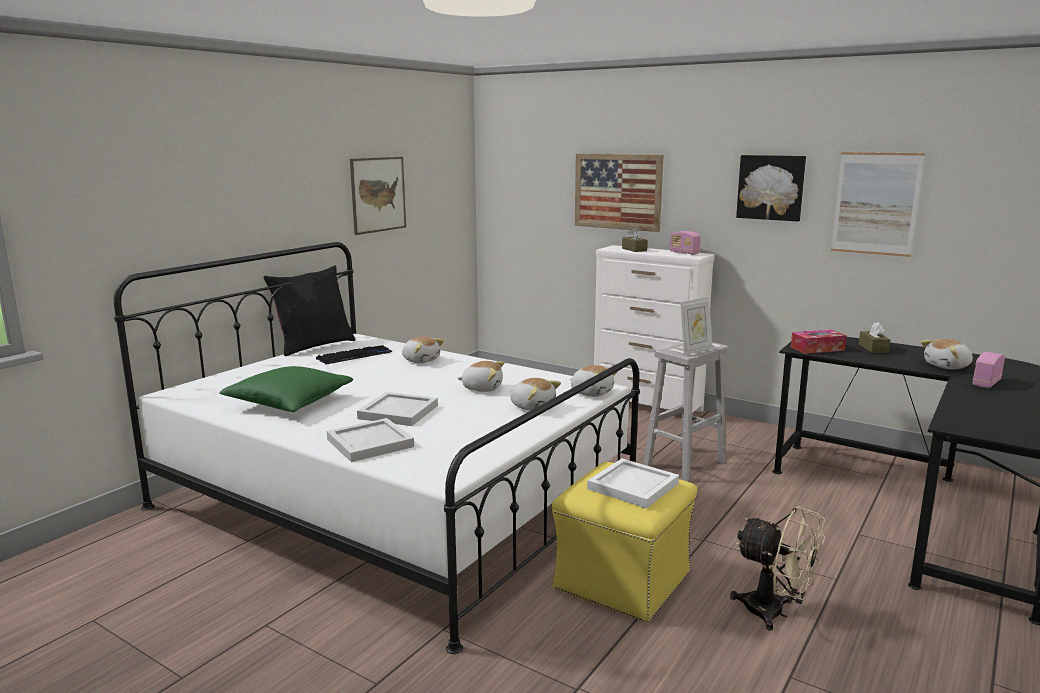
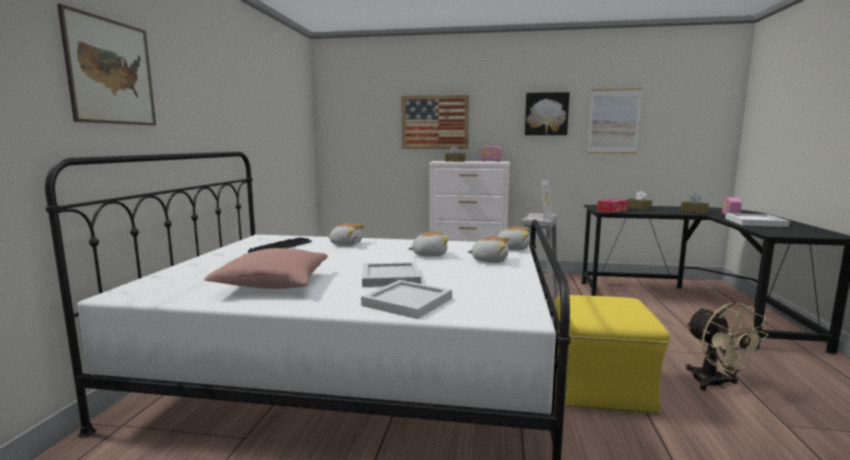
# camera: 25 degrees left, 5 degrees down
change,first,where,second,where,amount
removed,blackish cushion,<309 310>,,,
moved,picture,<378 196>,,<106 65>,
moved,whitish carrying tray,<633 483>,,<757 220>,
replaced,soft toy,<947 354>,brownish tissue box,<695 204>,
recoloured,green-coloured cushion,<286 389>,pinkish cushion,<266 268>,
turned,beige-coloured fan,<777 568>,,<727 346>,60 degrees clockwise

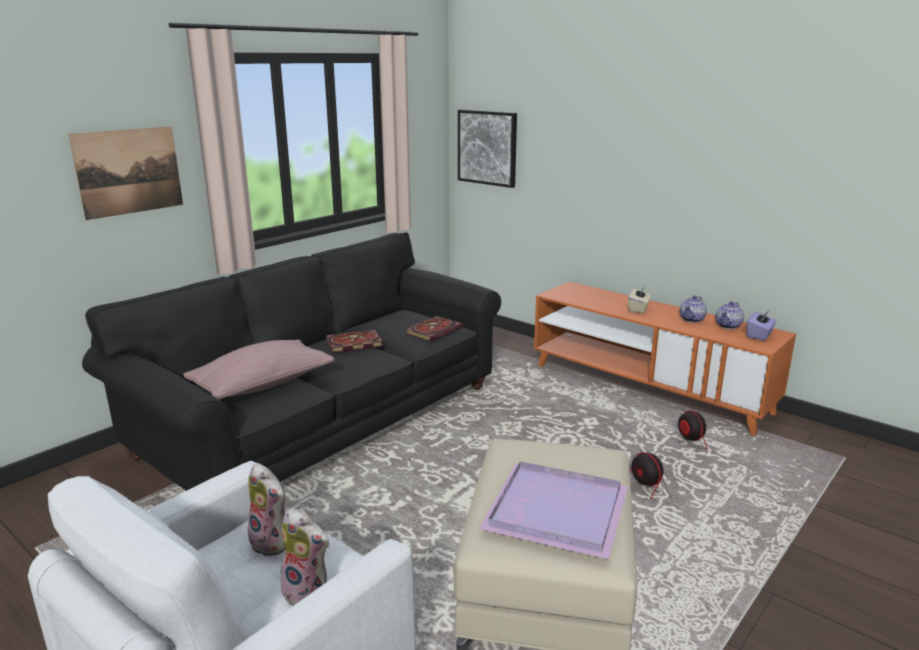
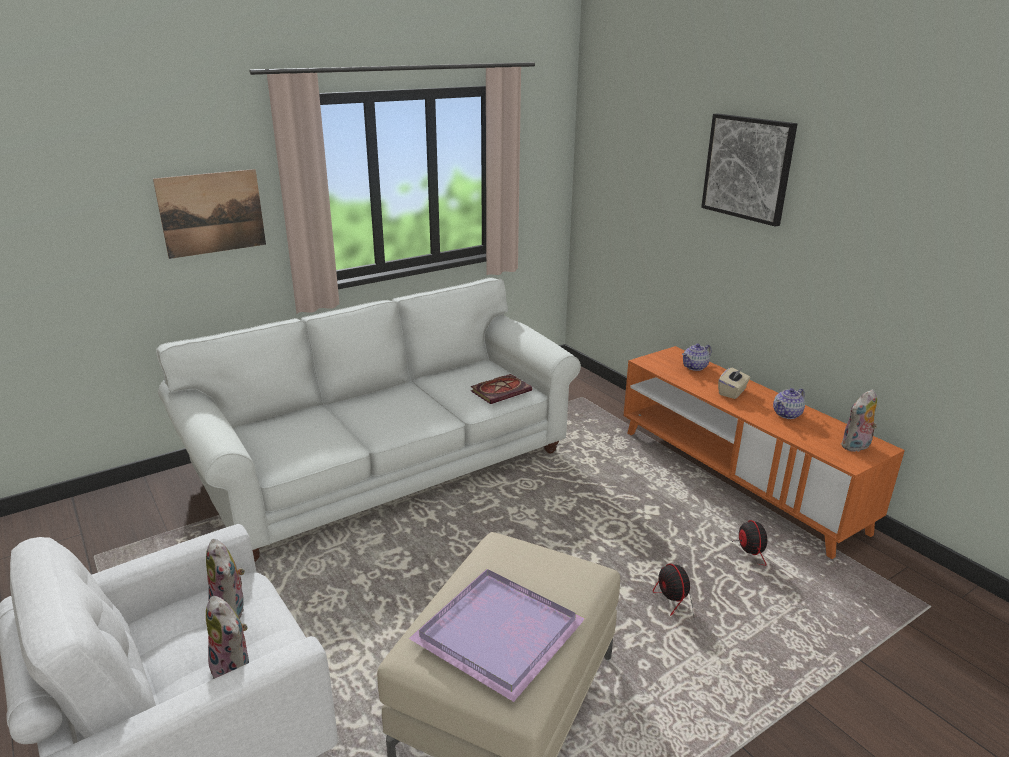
# camera: 15 degrees right, 5 degrees up
change,first,where,second,where,amount
removed,pinkish cushion,<259 369>,,,
removed,book,<354 341>,,,
moved,picture,<487 149>,,<749 170>,
moved,tea pot,<729 315>,,<697 357>,
replaced,purple tissue box,<762 326>,soft toy,<859 420>,
recoloured,blackish settee,<291 361>,whitish settee,<368 419>,

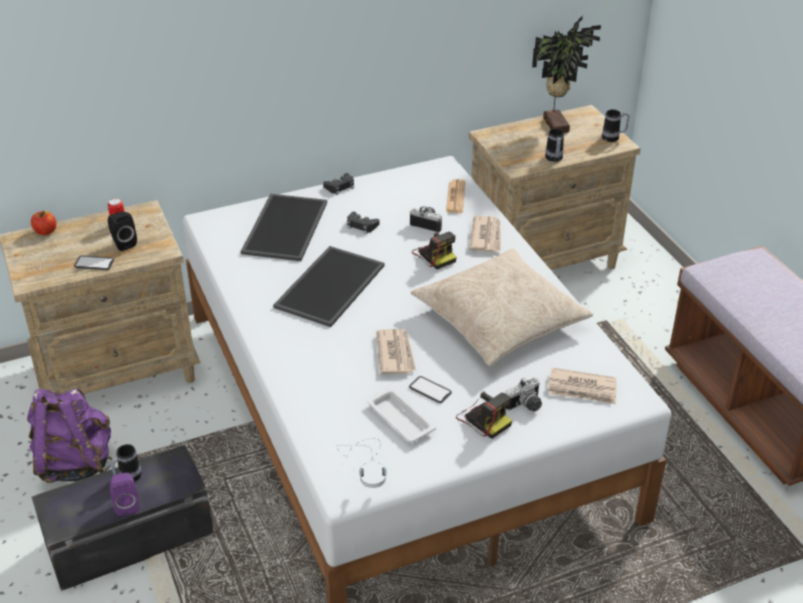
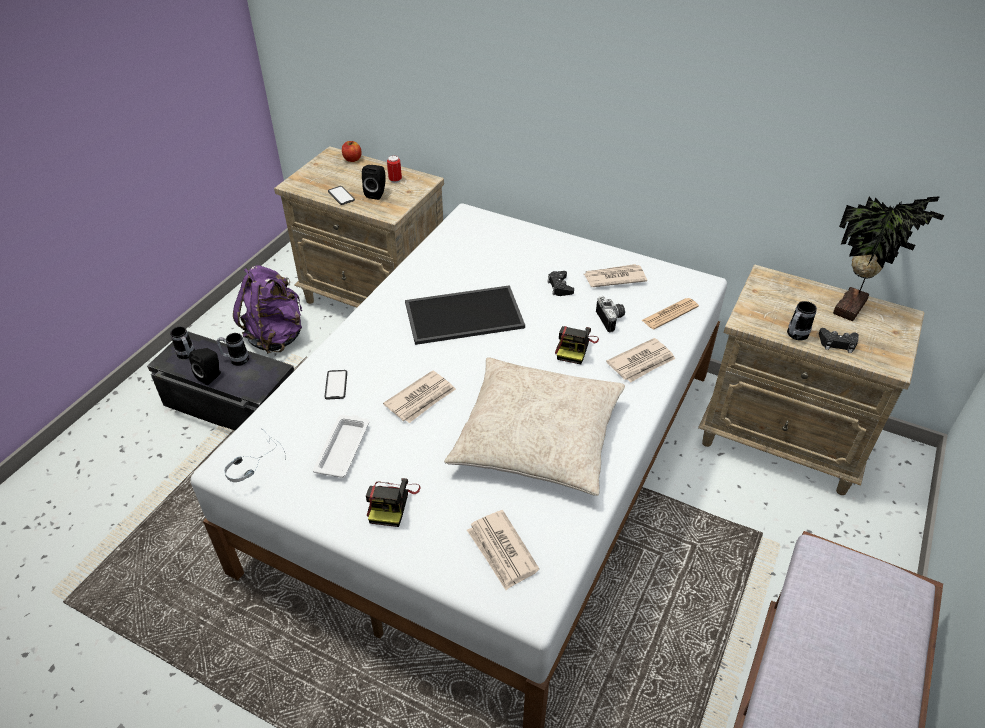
# camera: 50 degrees right, 5 degrees up
change,first,where,second,where,amount
removed,carrying tray,<284 227>,,,
removed,still camera,<523 394>,,,
added,,,daily paper,<615 275>,
moved,blackish joypad,<338 184>,,<839 340>,
moved,telephone,<430 389>,,<335 384>,
moved,coffee mug,<616 125>,,<182 343>,
recoloured,purple speaker,<124 494>,blackish speaker,<205 366>,

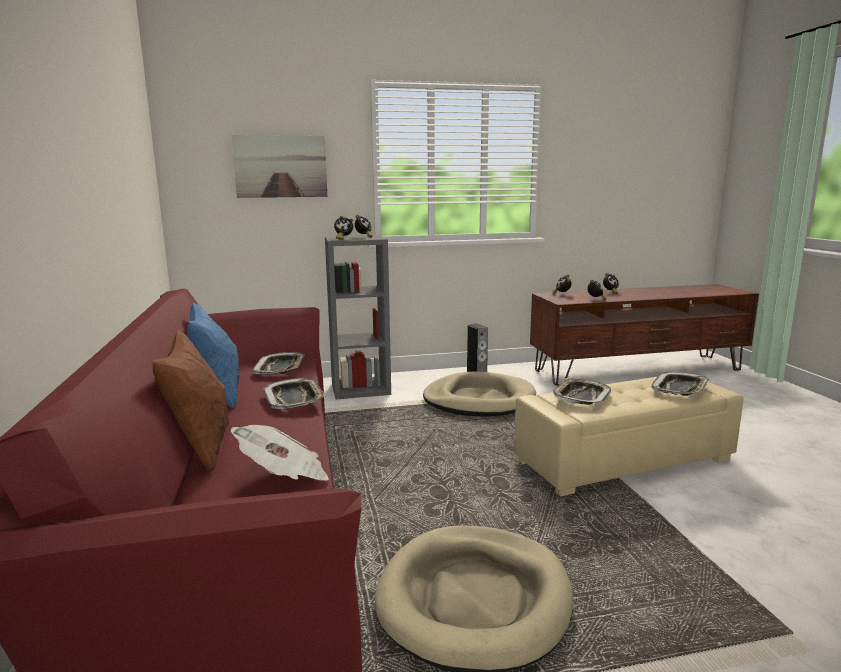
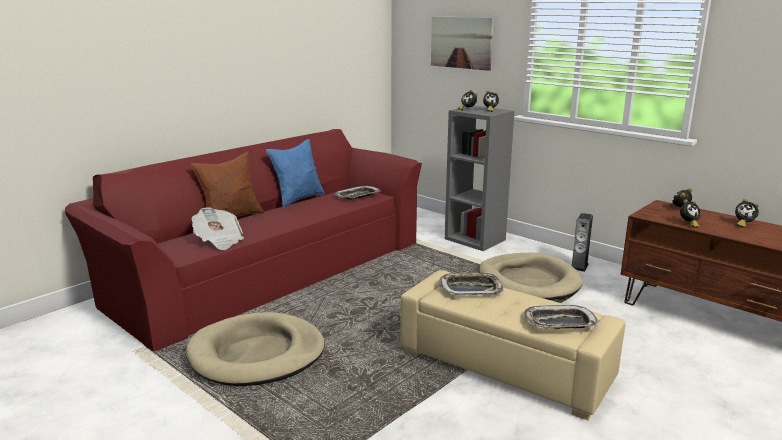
# camera: 55 degrees right, 5 degrees up
change,first,where,second,where,amount
removed,carrying tray,<294 393>,,,

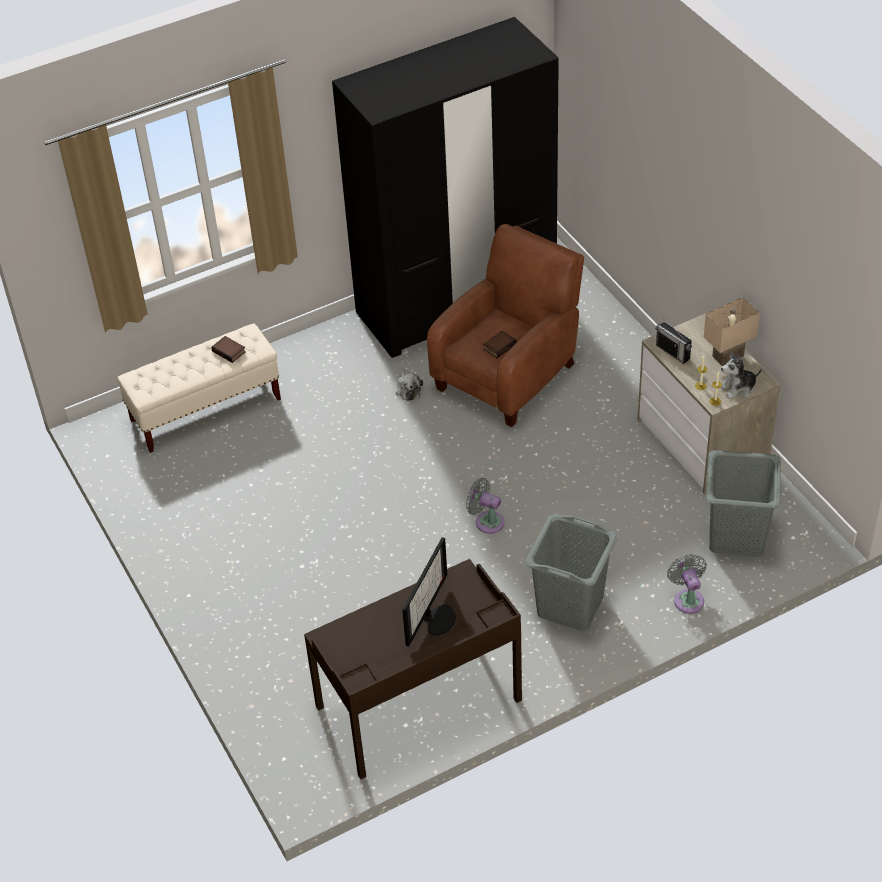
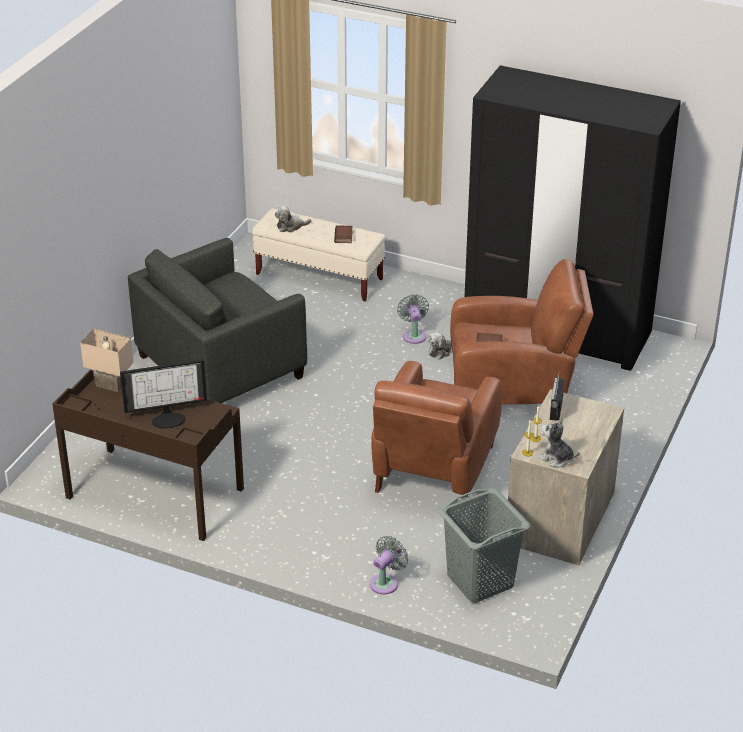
# camera: 50 degrees right, 10 degrees down
change,first,where,second,where,amount
removed,greyish washing basket,<571 572>,,,
added,,,greyish easy chair,<217 320>,
added,,,soft toy,<293 218>,
added,,,brownish easy chair,<436 430>,
moved,greyish fan,<485 506>,,<413 319>,
moved,beige-coloured tabletop lamp,<732 331>,,<107 360>,

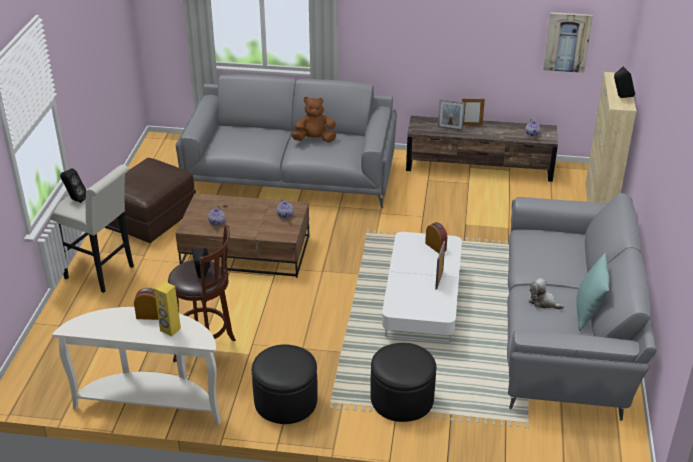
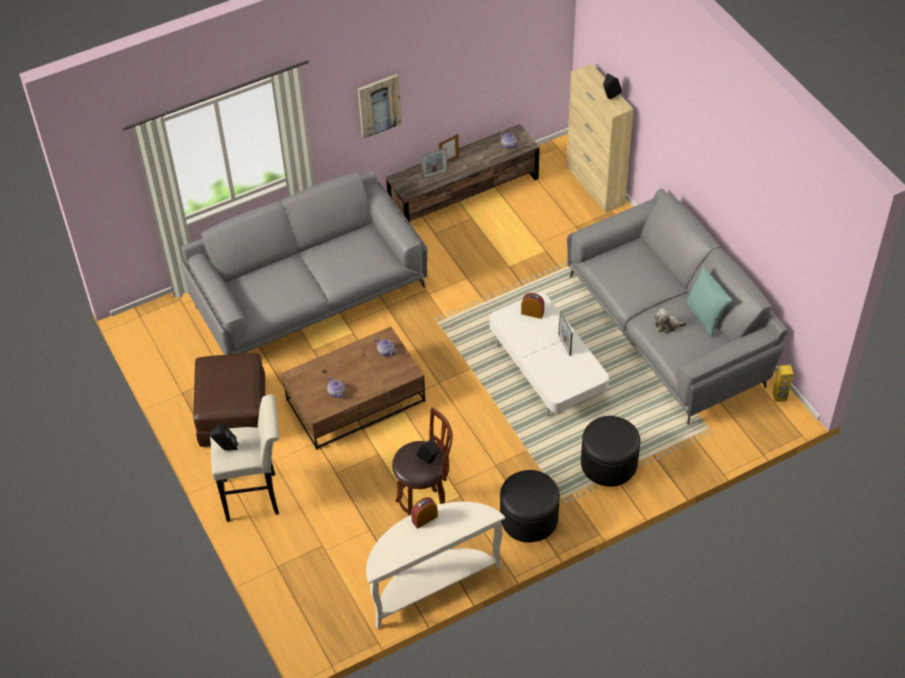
# camera: 35 degrees left, 15 degrees up
change,first,where,second,where,amount
removed,brownish soft toy,<313 119>,,,
moved,yellow-coloured speaker,<167 308>,,<783 383>,
moved,picture,<568 42>,,<379 106>,

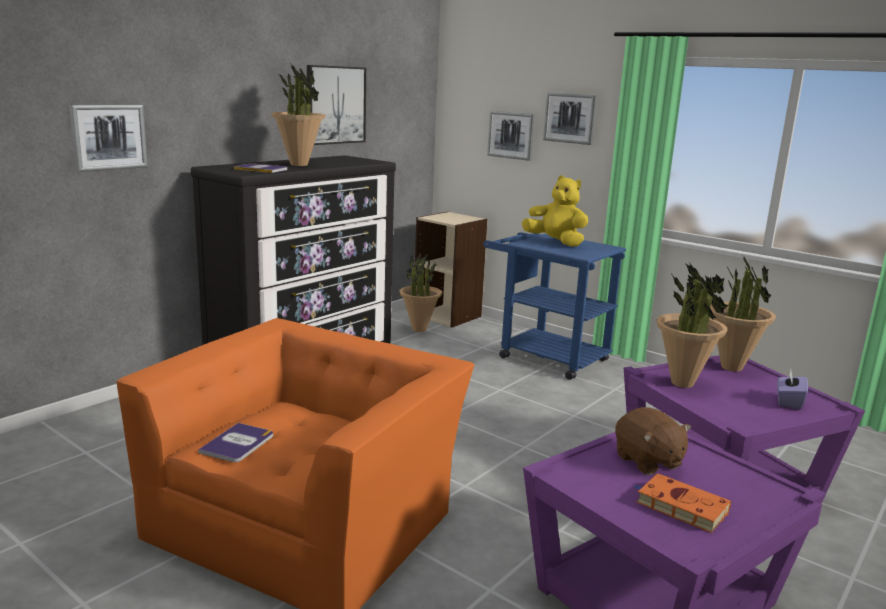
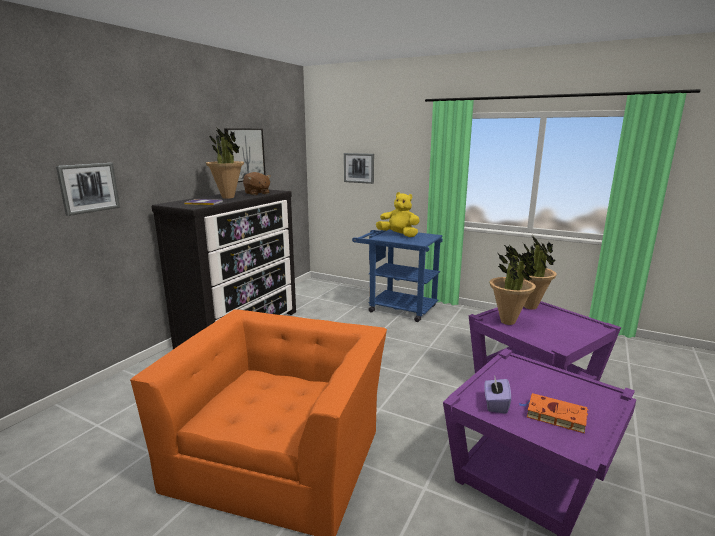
# camera: 10 degrees left, 0 degrees up
change,first,where,second,where,amount
removed,book,<235 442>,,,
removed,houseplant,<421 292>,,,
removed,beige-coloured shelving unit,<451 270>,,,
removed,picture,<570 118>,,,
moved,brownish soft toy,<653 441>,,<257 183>,
moved,purple tissue box,<792 390>,,<497 396>,

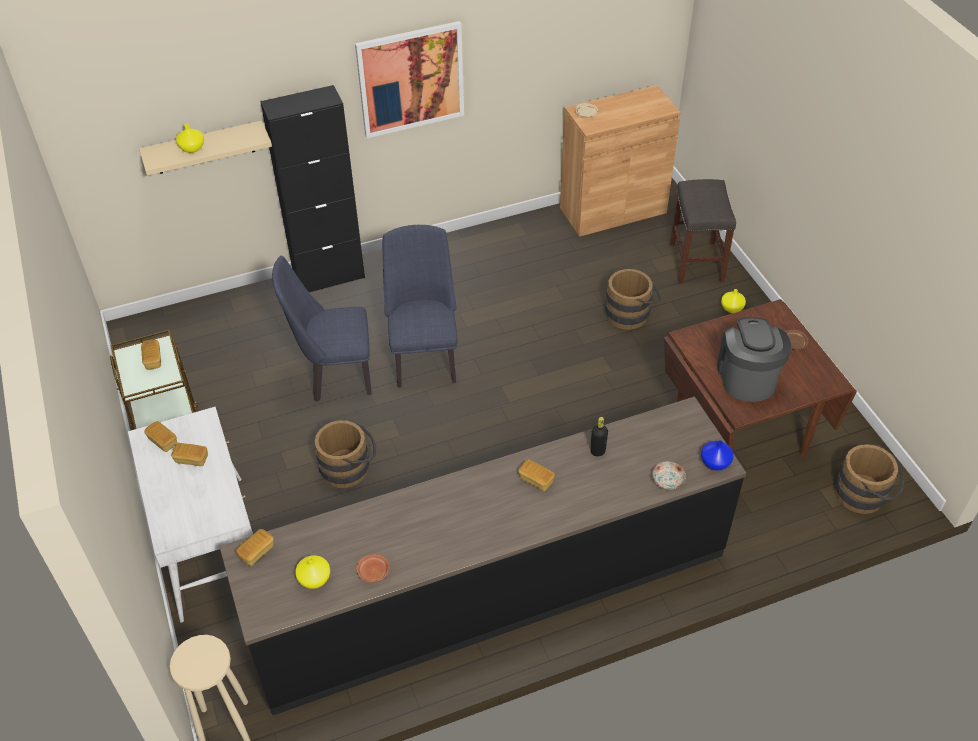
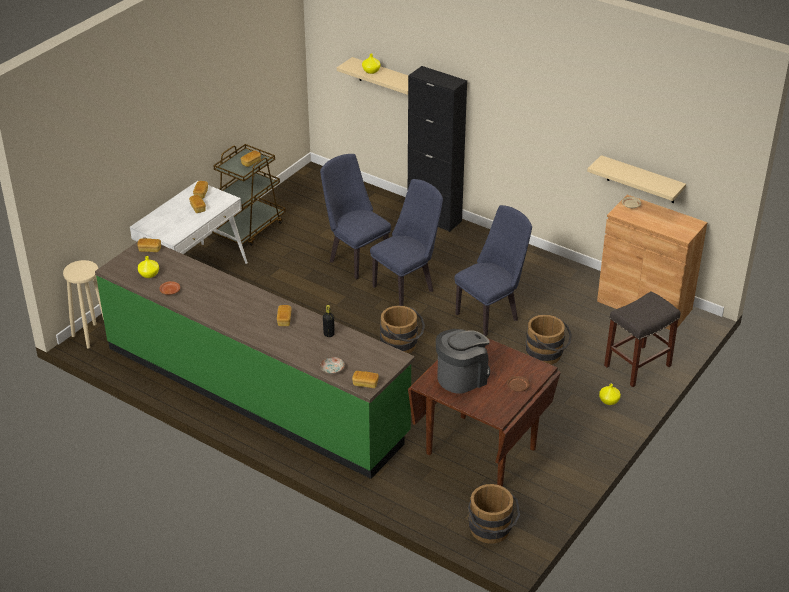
# camera: 55 degrees right, 10 degrees down
change,first,where,second,where,amount
removed,picture,<409 79>,,,
added,,,bluish chair,<493 270>,
added,,,beige-coloured wall shelf,<636 179>,
moved,brownish bucket,<345 453>,,<402 330>,
replaced,bluish flower vase,<717 455>,baked bread,<365 379>,
recoloured,blackish kitchen counter,<482 556>,green-coloured kitchen counter,<255 358>,

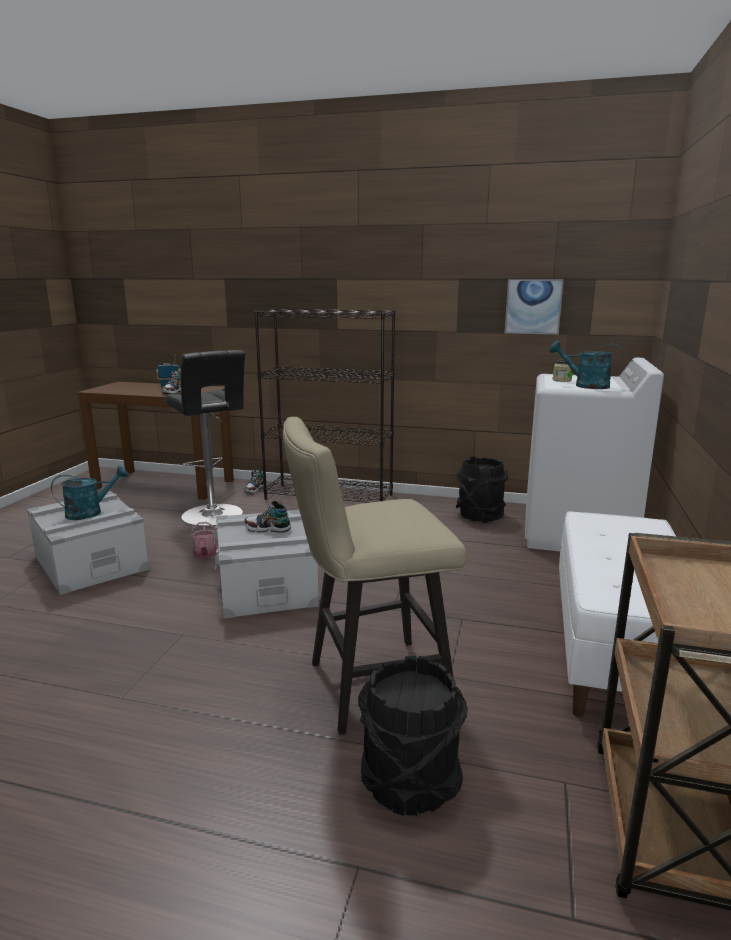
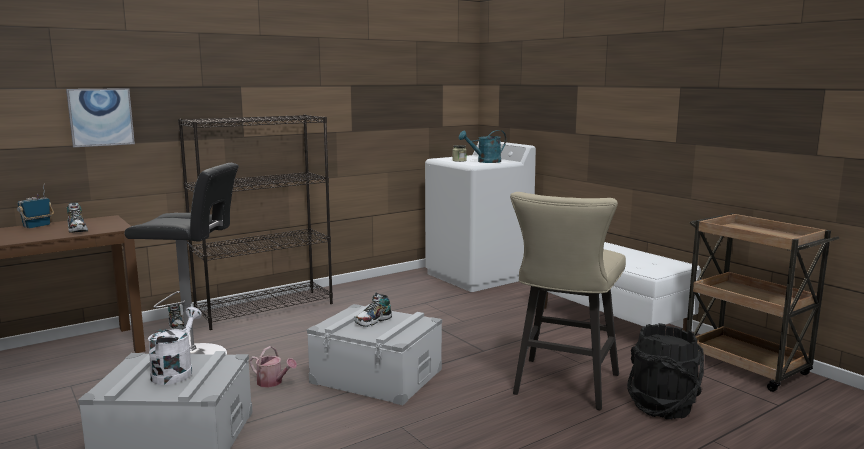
# camera: 50 degrees left, 5 degrees down
change,first,where,second,where,amount
removed,blackish bucket,<482 490>,,,
moved,picture,<534 307>,,<100 117>,
recoloured,turquoise-coloured sprinkling can,<89 493>,whitish sprinkling can,<175 346>,

